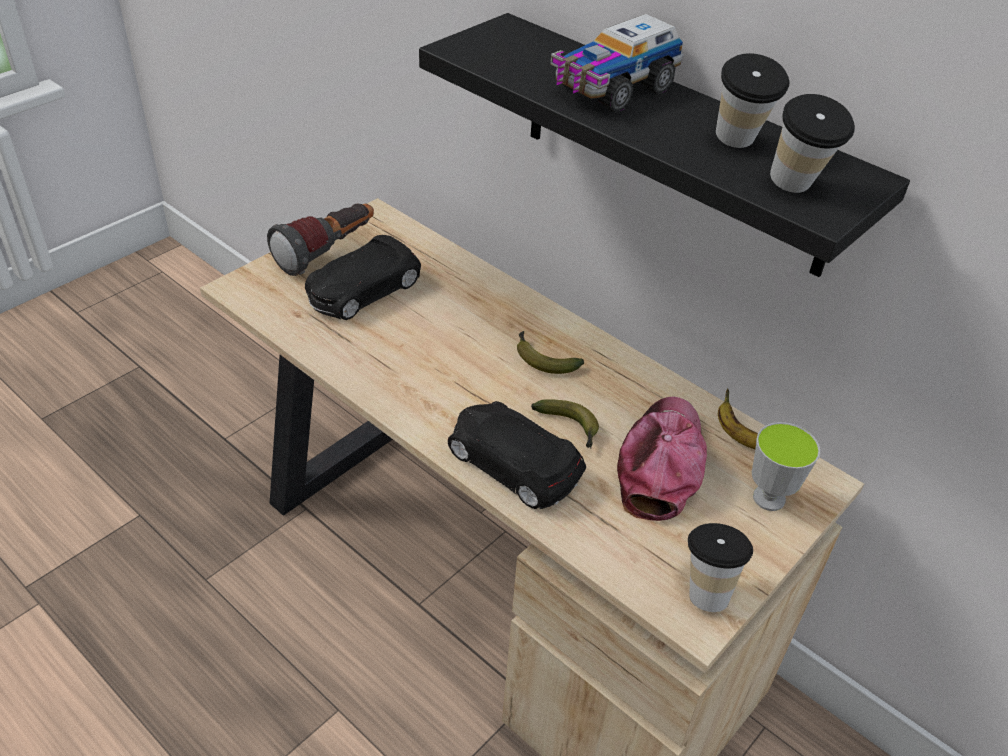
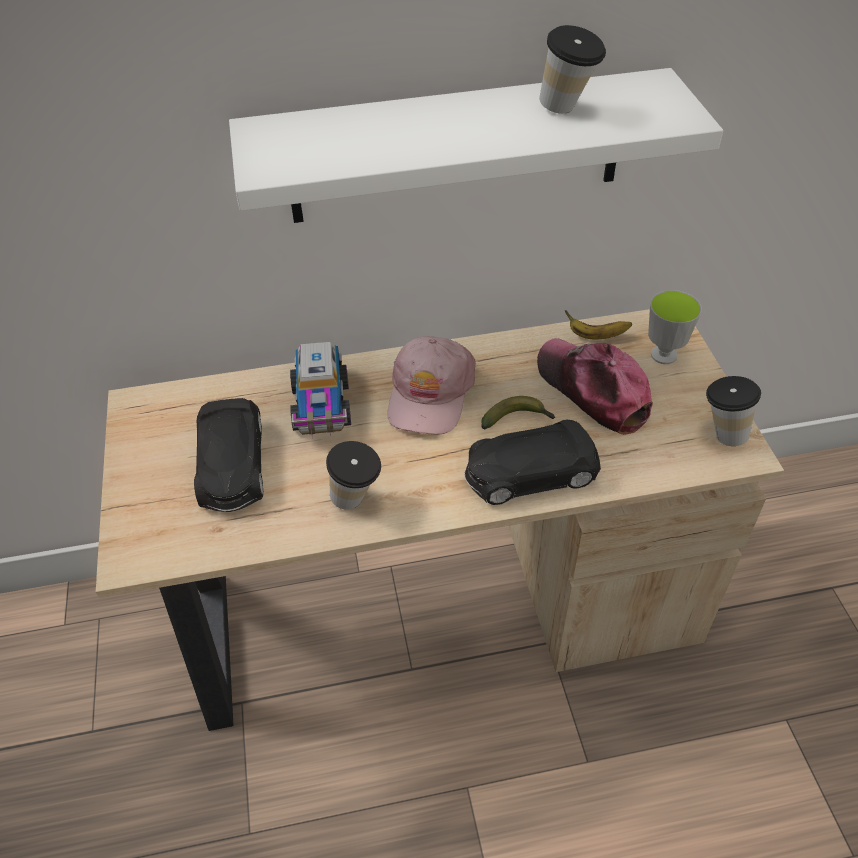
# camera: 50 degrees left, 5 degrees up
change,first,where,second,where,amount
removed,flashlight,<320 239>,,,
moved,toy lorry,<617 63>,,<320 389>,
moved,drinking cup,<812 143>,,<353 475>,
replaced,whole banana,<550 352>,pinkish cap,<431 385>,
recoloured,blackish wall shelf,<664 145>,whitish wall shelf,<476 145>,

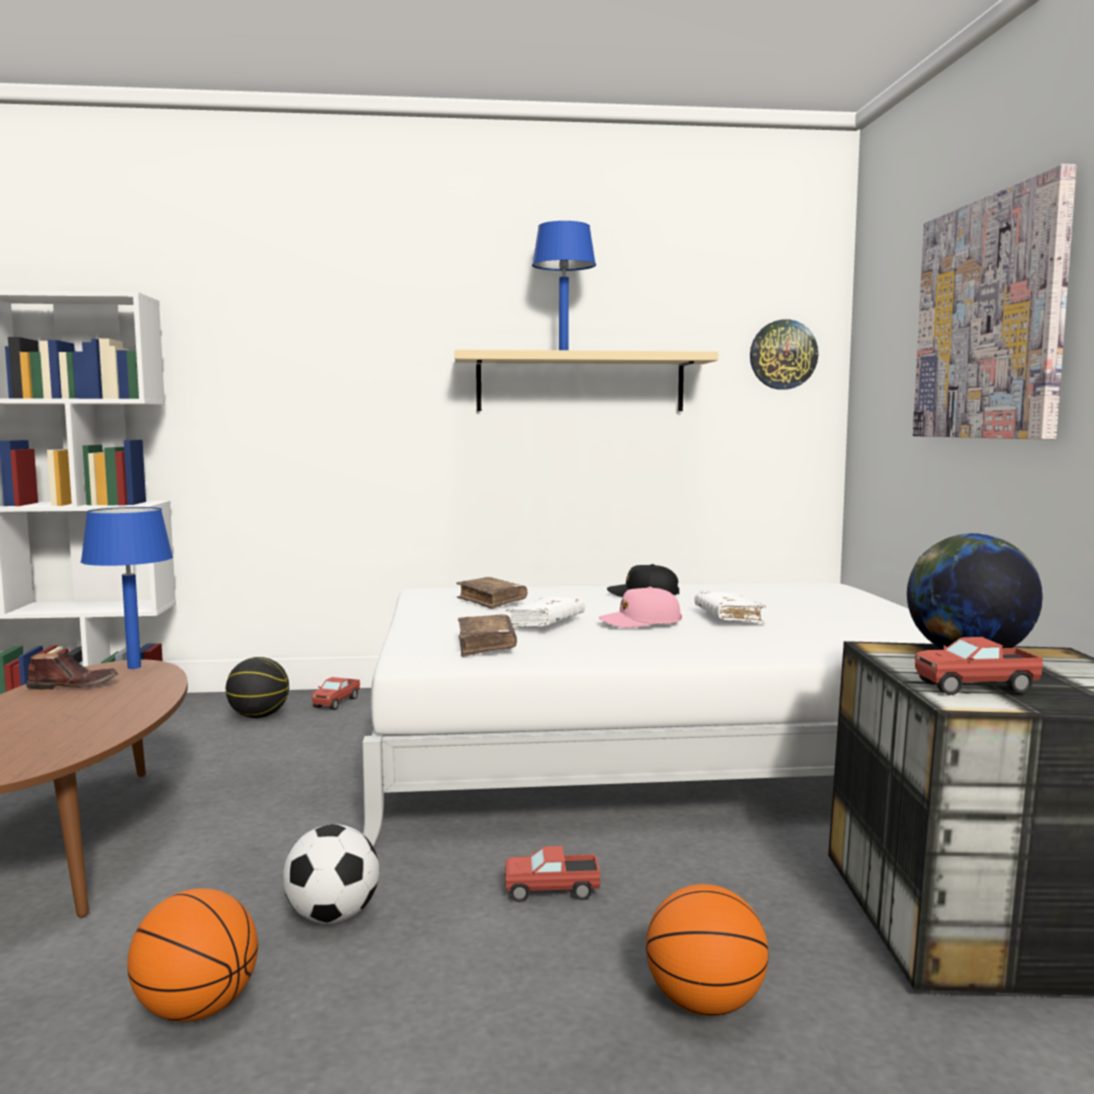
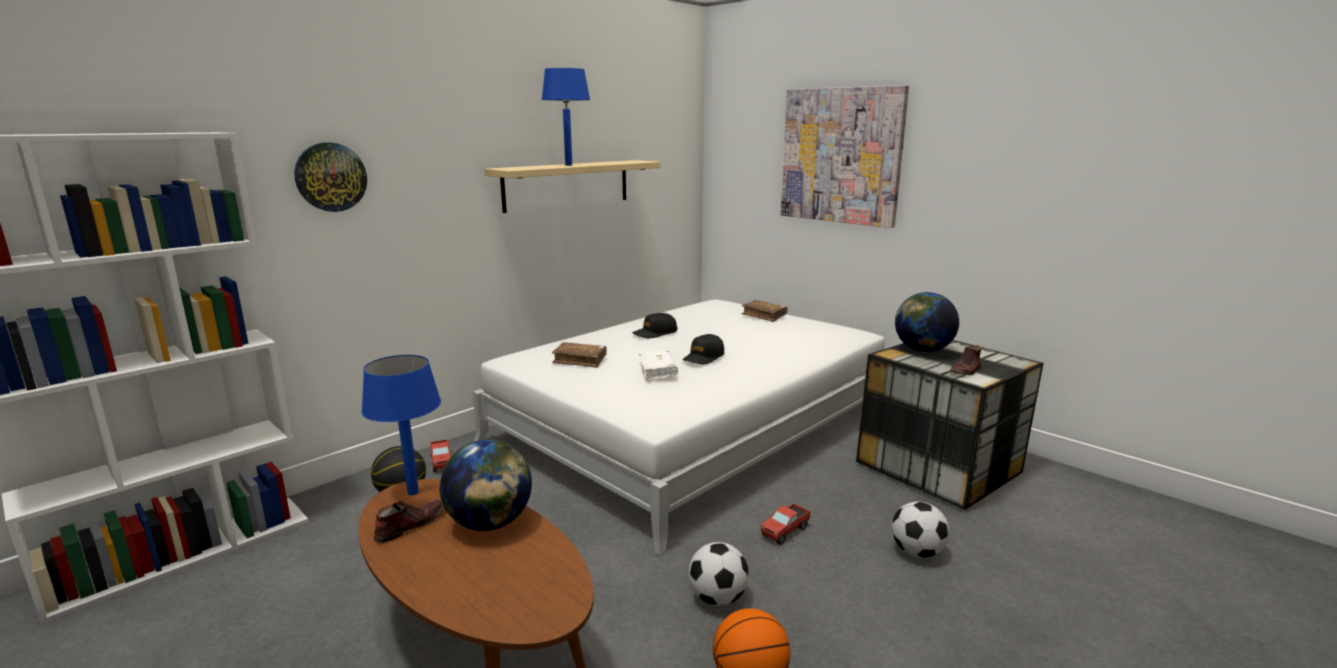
# camera: 40 degrees left, 10 degrees up
change,first,where,second,where,amount
removed,whitish book,<730 608>,,,
added,,,globe,<485 485>,
moved,brownish book,<487 636>,,<765 311>,
moved,clock on the wall,<784 354>,,<330 177>,
replaced,ball for basketball,<707 950>,ball for football,<921 529>,
replaced,toy lorry,<979 666>,brownish item of footwear,<965 360>,
recoloured,pinkish cap,<640 607>,blackish cap,<703 349>,

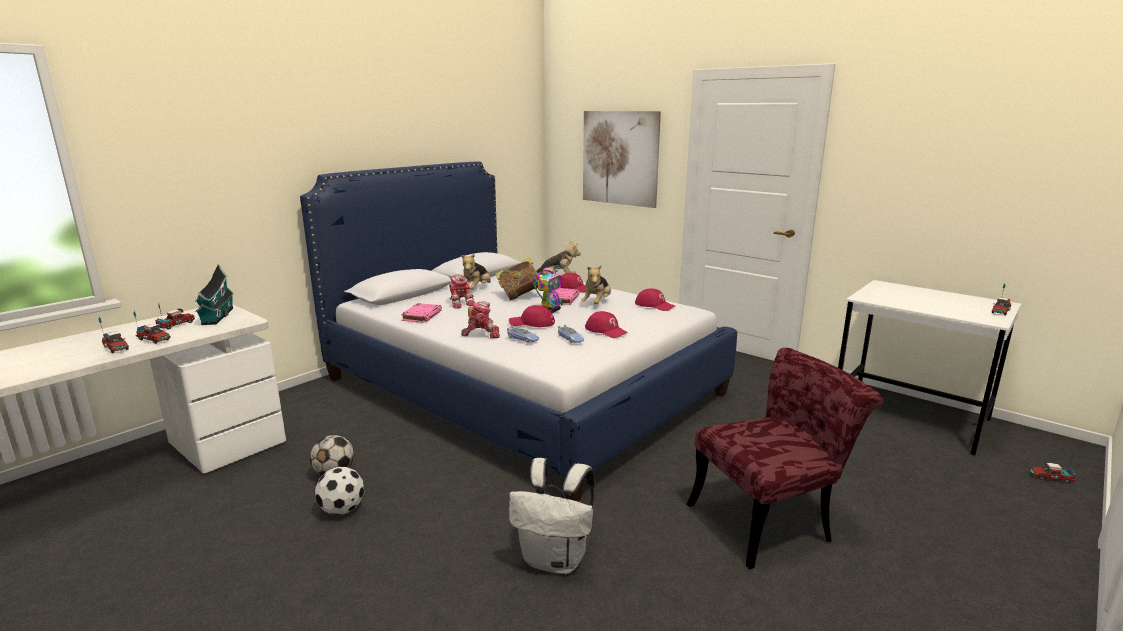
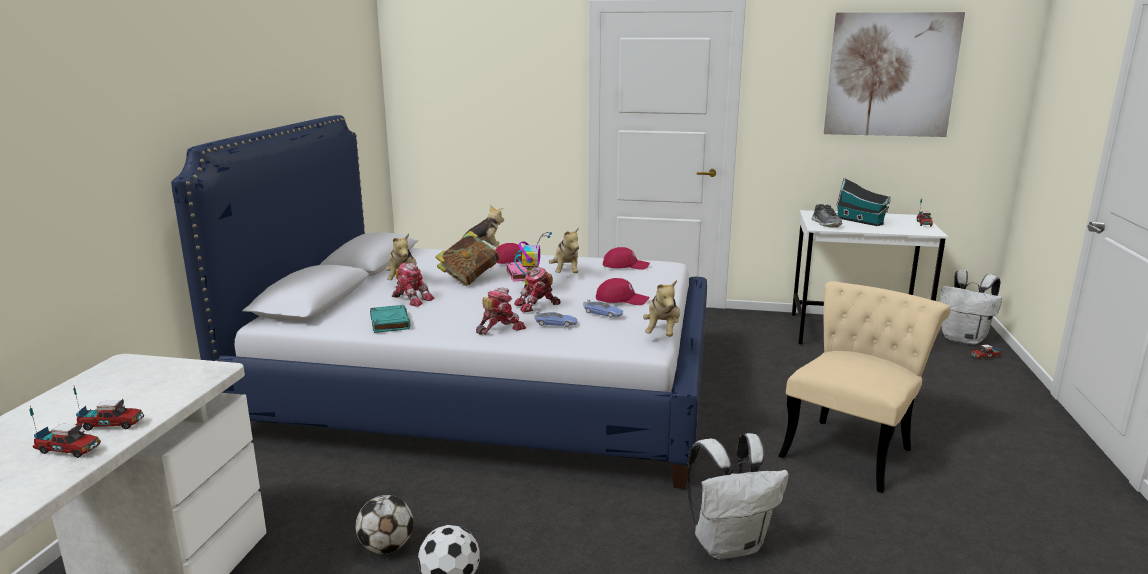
# camera: 30 degrees left, 0 degrees up
change,first,where,second,where,amount
removed,toy lorry,<175 317>,,,
added,,,soft toy,<661 308>,
added,,,item of footwear,<827 216>,
added,,,whitish rucksack,<970 307>,
moved,miniature house,<214 294>,,<863 202>,
moved,picture,<622 159>,,<894 74>,
replaced,reddish cap,<532 316>,robot figure,<537 290>,
recoloured,pinkish book,<421 313>,turquoise-coloured book,<390 319>,
recoloured,reddish chair,<785 459>,beige-coloured chair,<864 387>,

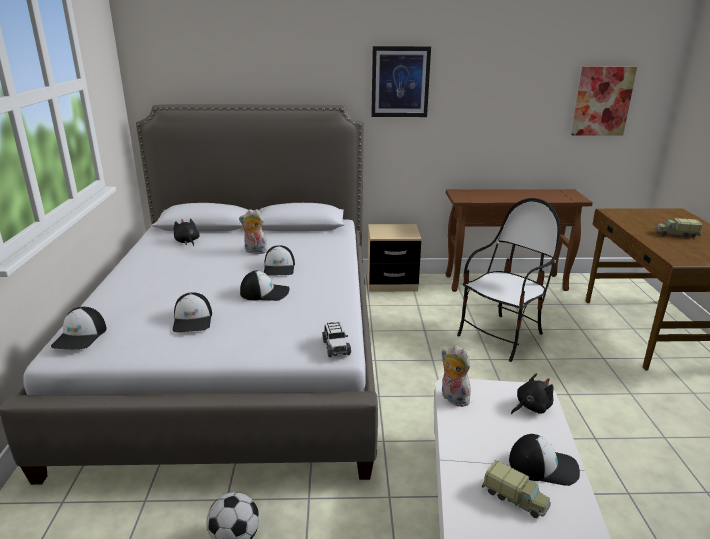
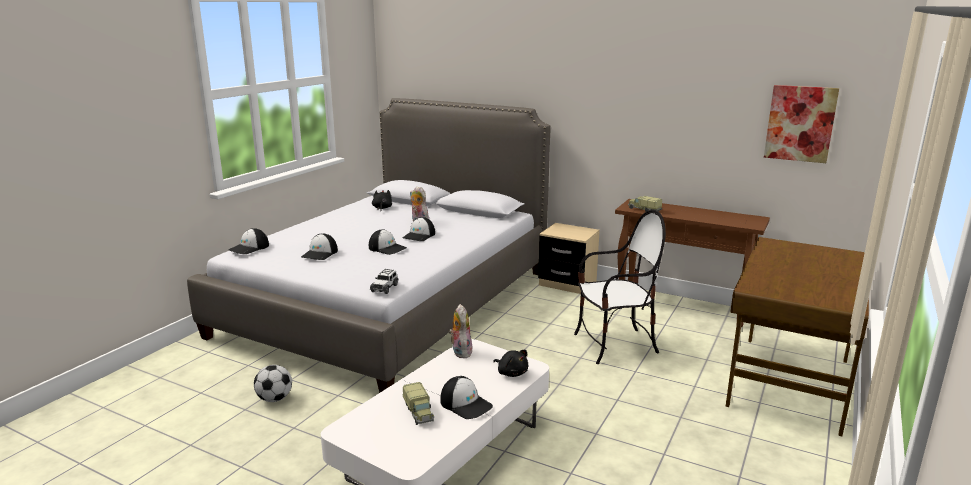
# camera: 30 degrees right, 5 degrees down
change,first,where,second,where,amount
removed,picture,<401 81>,,,
moved,toy lorry,<679 228>,,<645 204>,
turned,blackish soft toy,<532 393>,,<510 363>,45 degrees clockwise

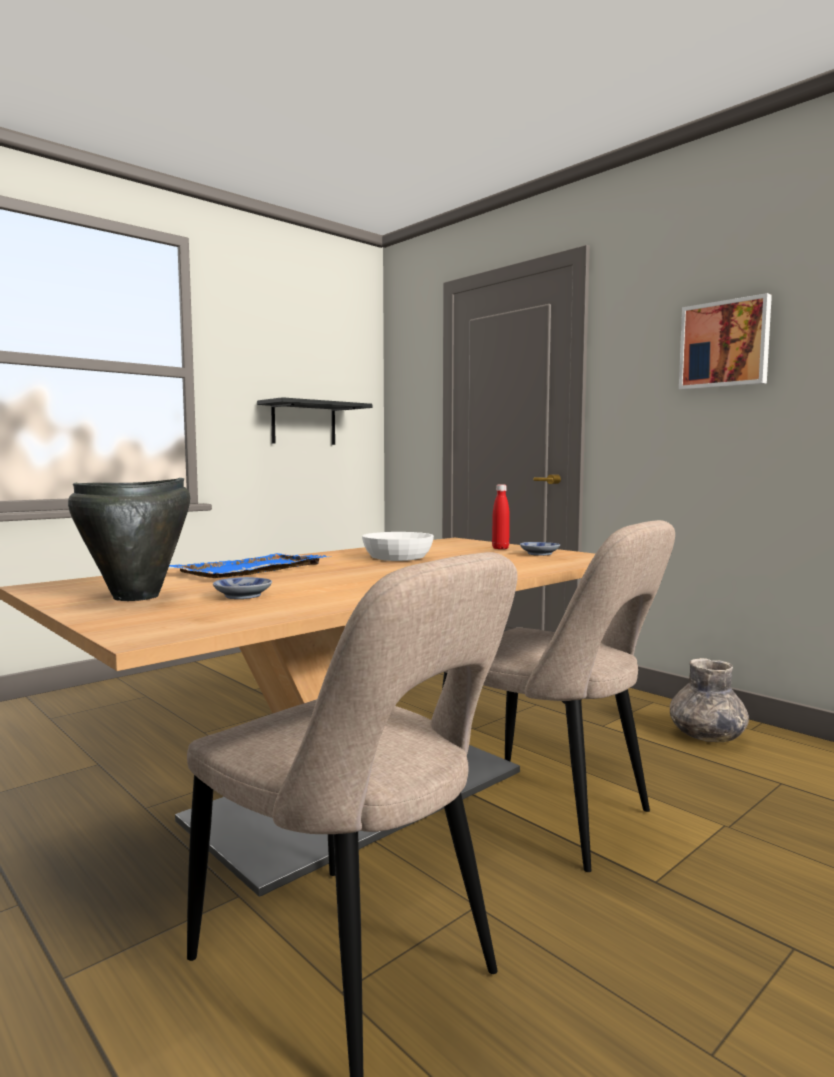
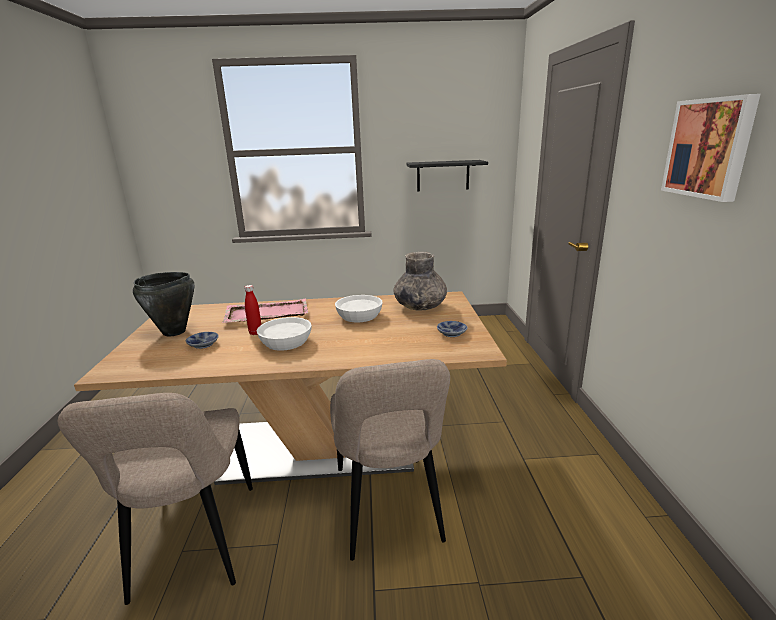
# camera: 40 degrees right, 15 degrees up
change,first,where,second,where,amount
added,,,whitish serving bowl,<284 334>,
moved,reddish bottle,<501 516>,,<253 310>,
moved,greyish flower vase,<709 700>,,<420 281>,
recoloured,bluish carrying tray,<250 565>,pinkish carrying tray,<265 311>,

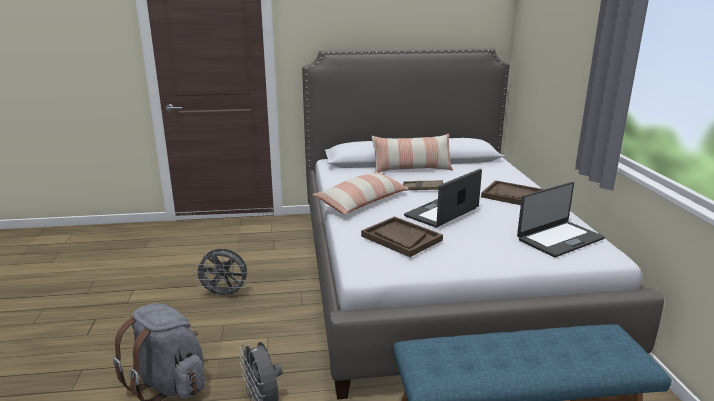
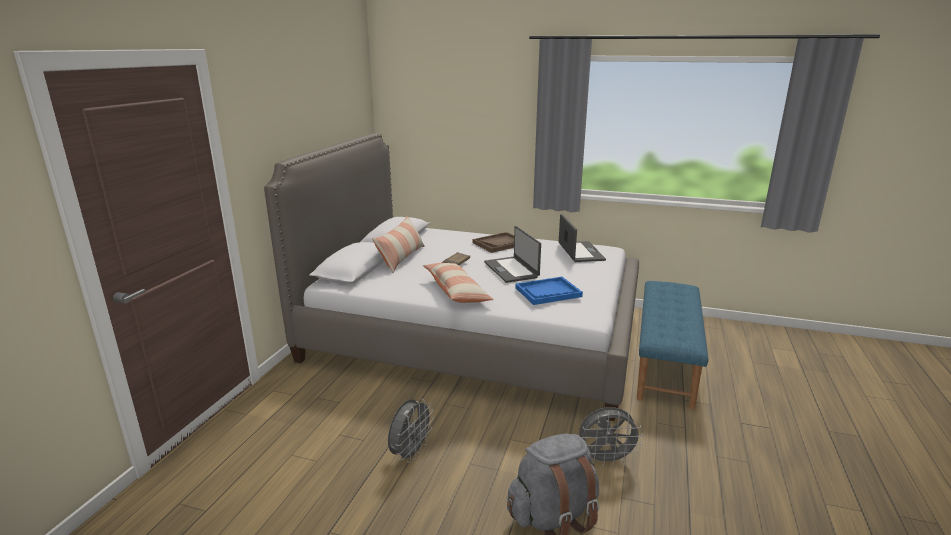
# camera: 65 degrees left, 0 degrees up
change,first,where,second,where,amount
recoloured,brownish carrying tray,<402 236>,bluish carrying tray,<549 291>,

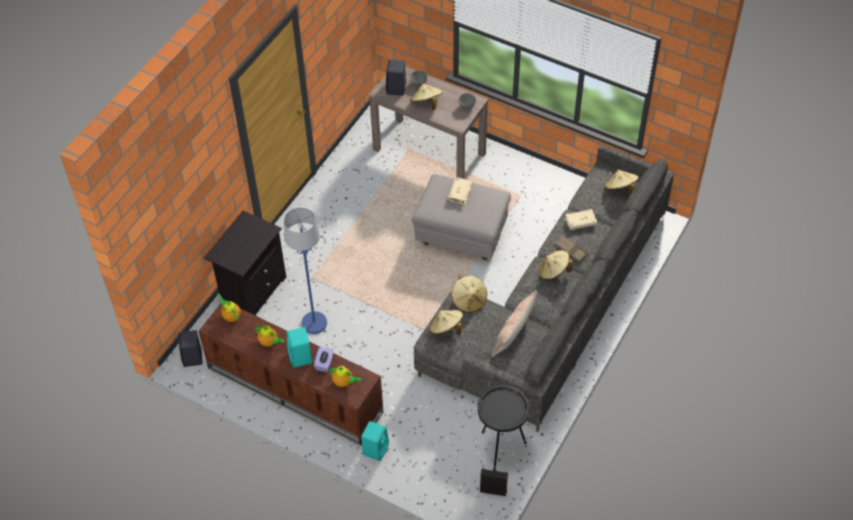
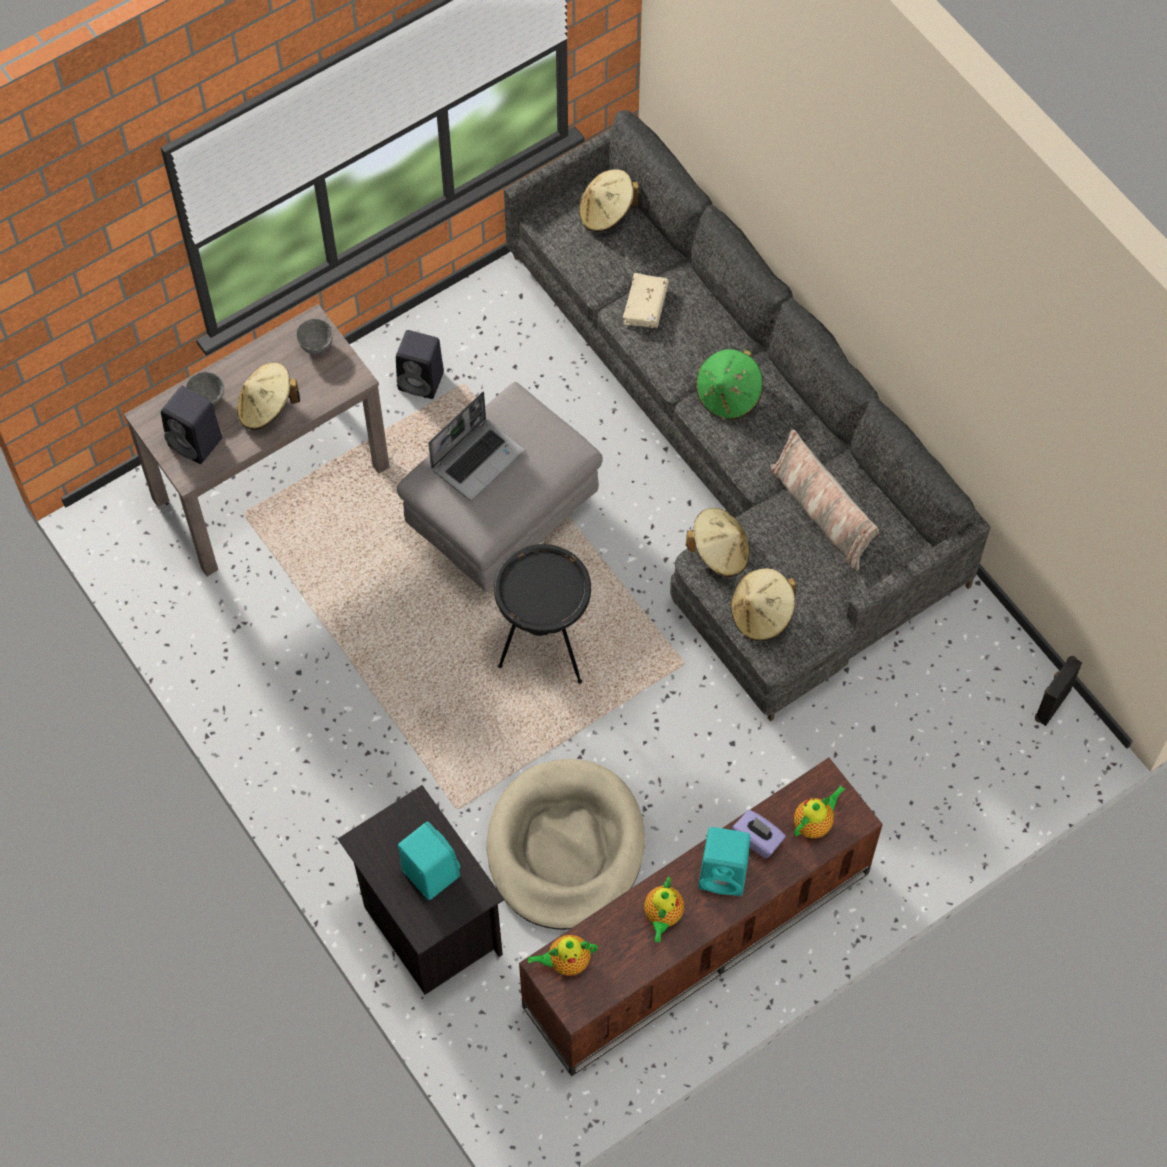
# camera: 65 degrees left, 10 degrees up
change,first,where,second,where,amount
removed,brownish carrying tray,<571 248>,,,
moved,blackish speaker,<191 348>,,<420 364>,
moved,turquoise-coloured speaker,<375 441>,,<429 861>,
moved,blackish accent table,<503 427>,,<542 614>,
replaced,bluish standing lamp,<305 271>,beige-coloured pet bed,<566 844>,
replaced,beige-coloured book,<460 191>,notebook computer,<476 446>,
recoloured,beige-coloured wearable hat,<555 265>,green-coloured wearable hat,<729 384>,
turned,tea pot,<269 336>,,<664 909>,135 degrees clockwise

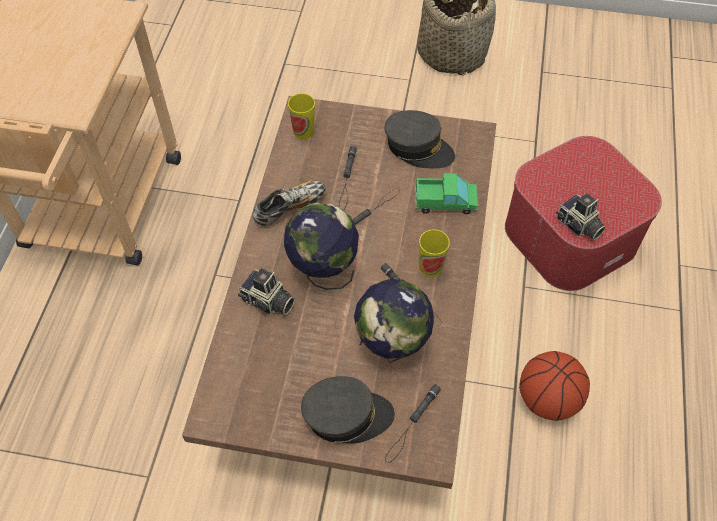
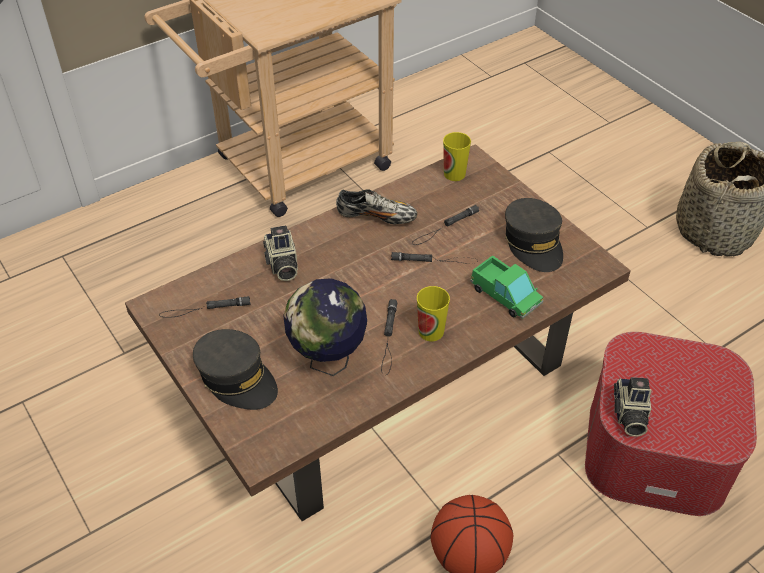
# camera: 45 degrees right, 10 degrees down
change,first,where,second,where,amount
removed,globe,<321 246>,,,
moved,blackish flashlight,<413 423>,,<205 307>,

